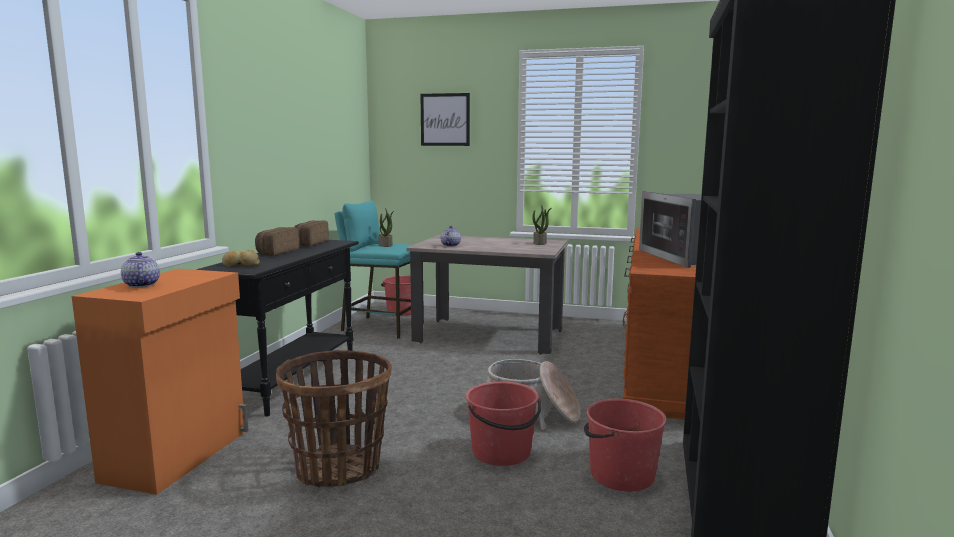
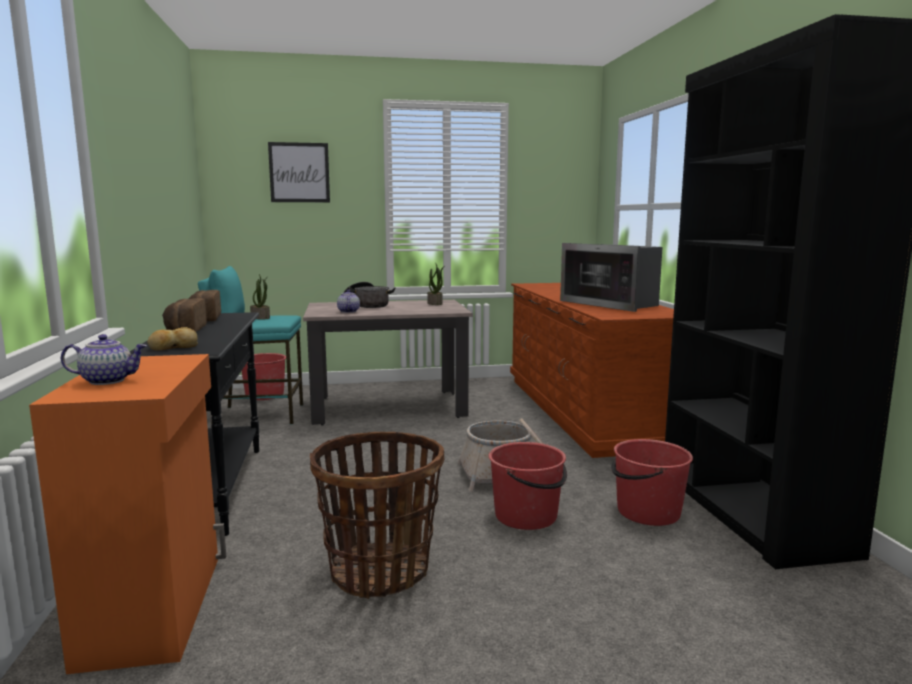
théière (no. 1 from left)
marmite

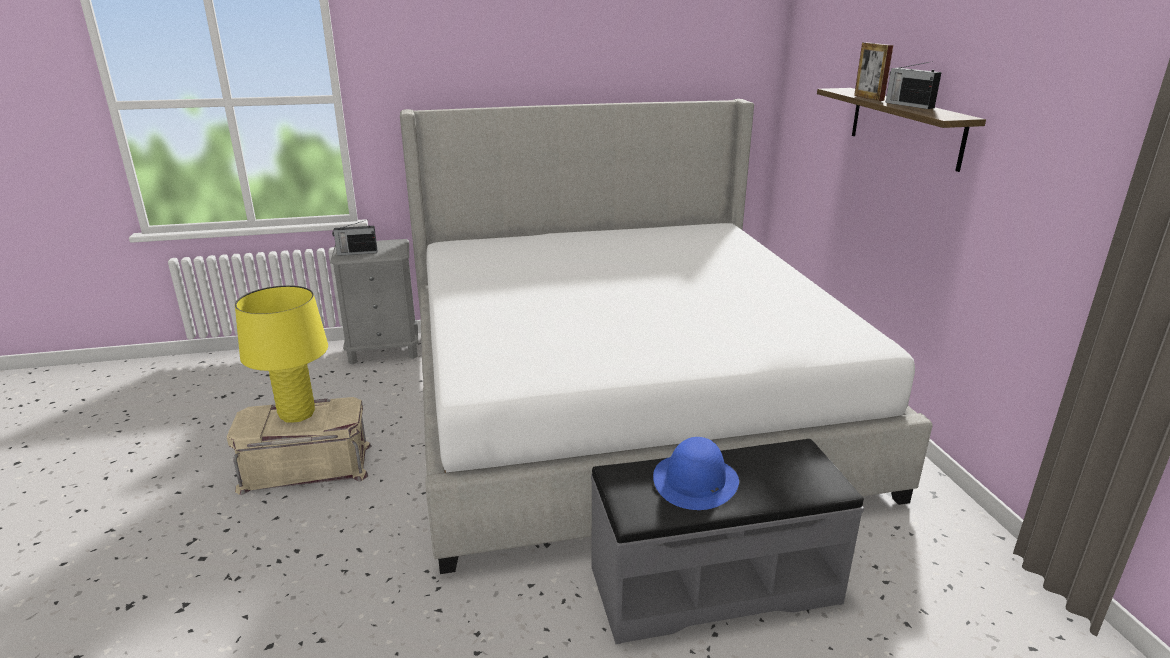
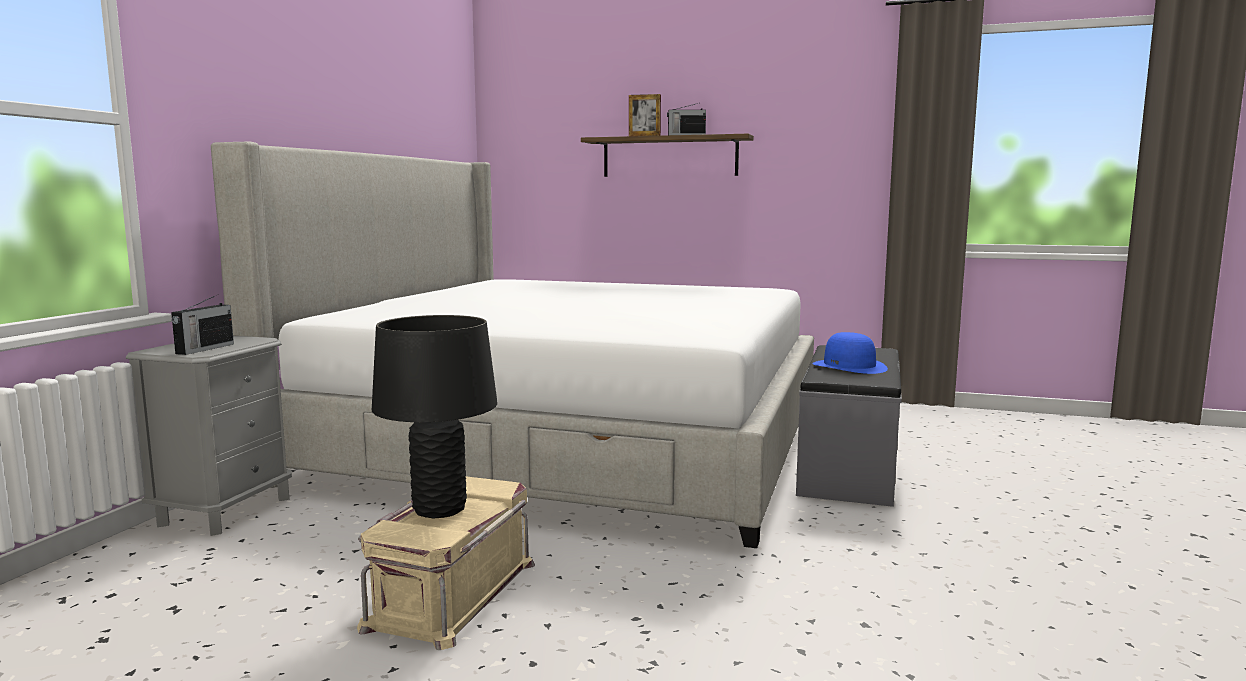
lampe de table/noir

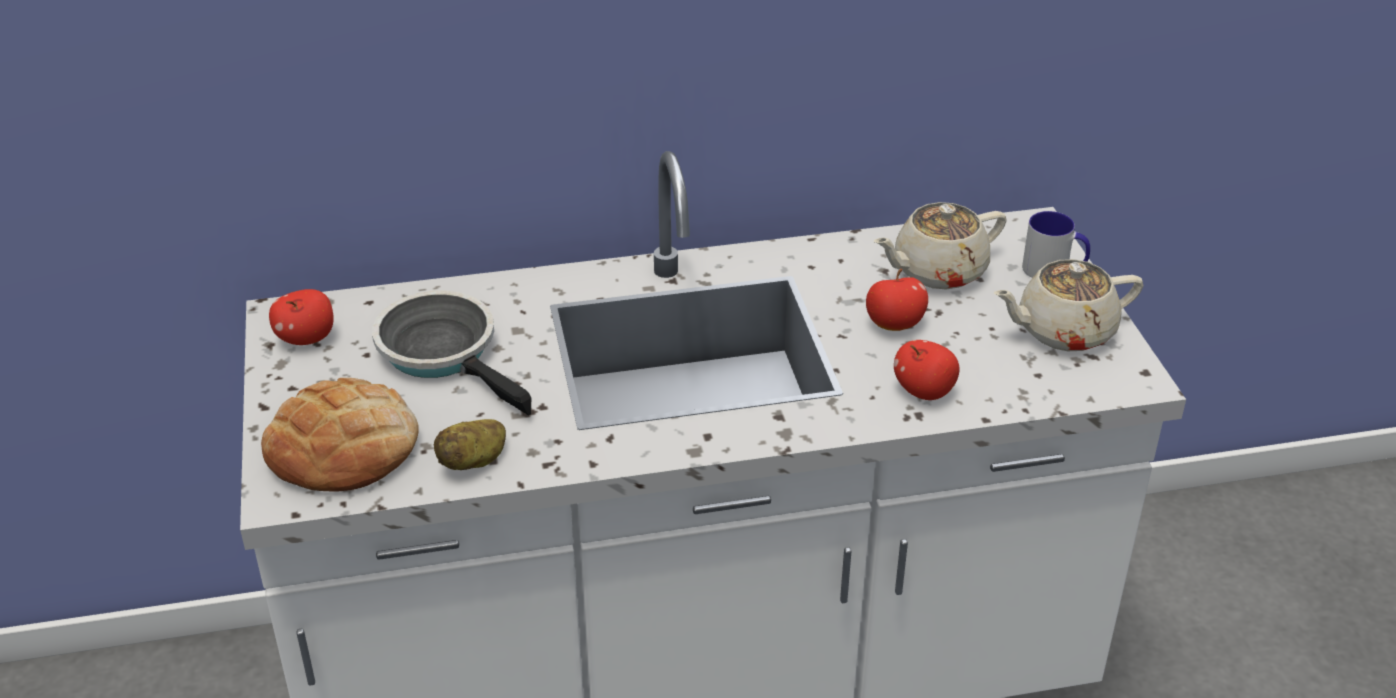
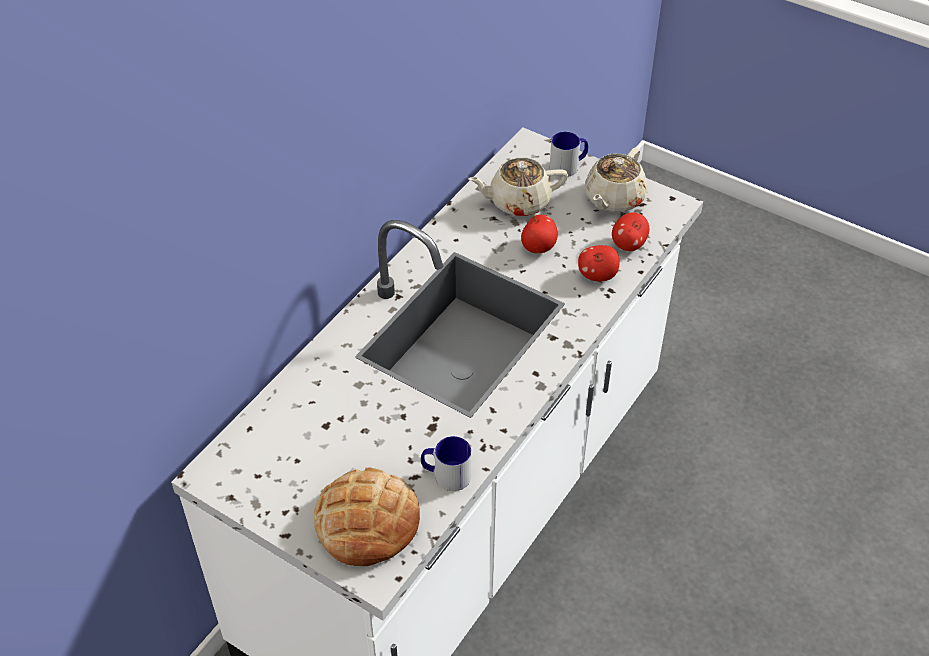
pomme (no. 3 from left)
poêle
mug (no. 1 from left)
théière/beige (no. 1 from left)

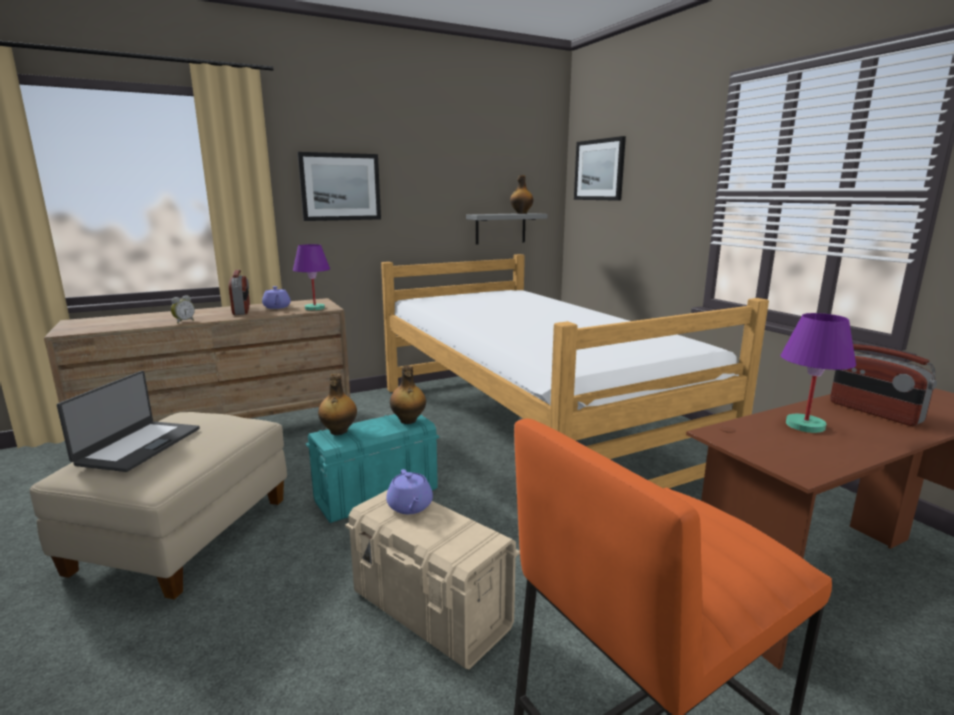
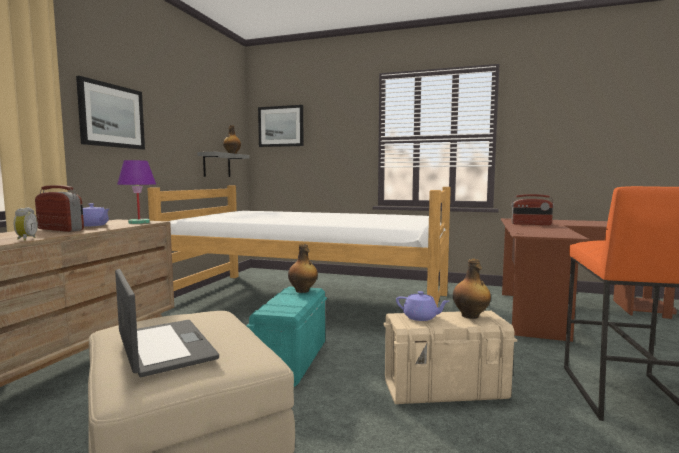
bouteille (no. 3 from left)
lampe de table/violet (no. 2 from left in the first image)

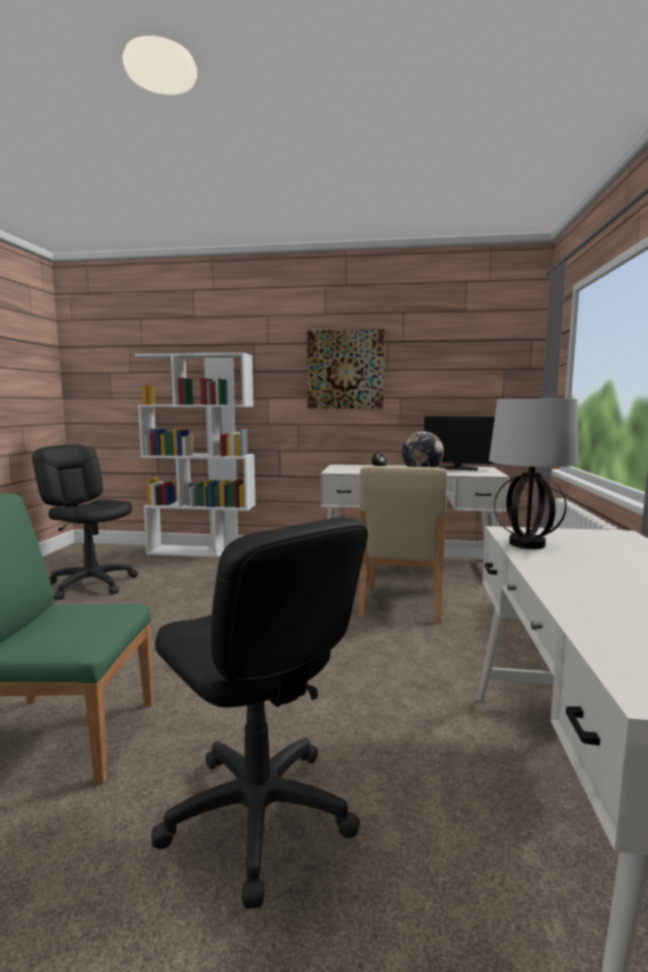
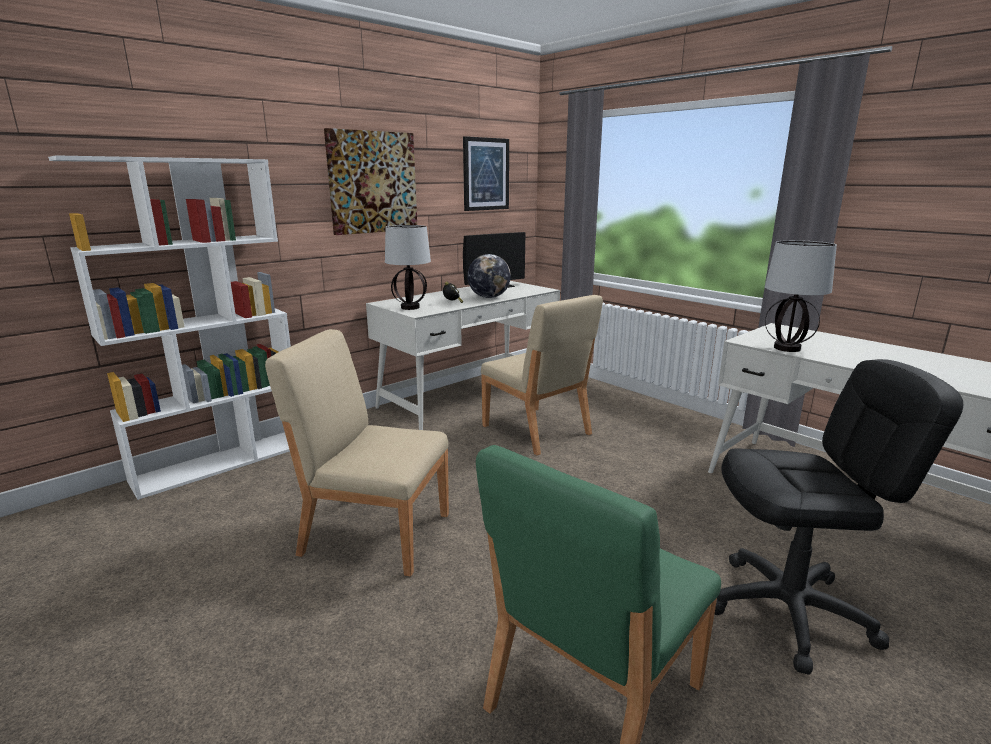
chaise de bureau/noir (no. 1 from left in the first image)
chaise/beige (no. 1 from left)
lampe de table (no. 1 from left)
tableau (no. 2 from left)

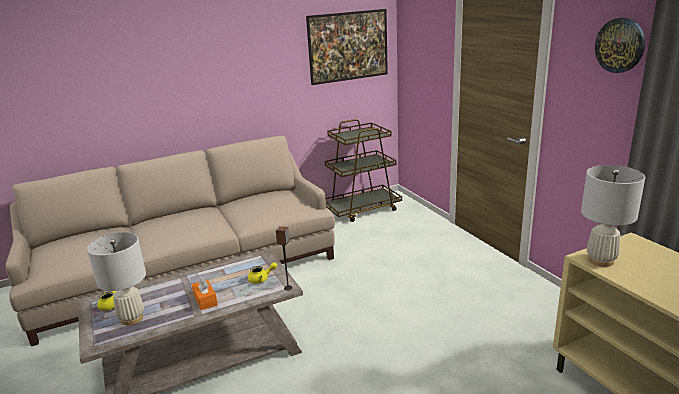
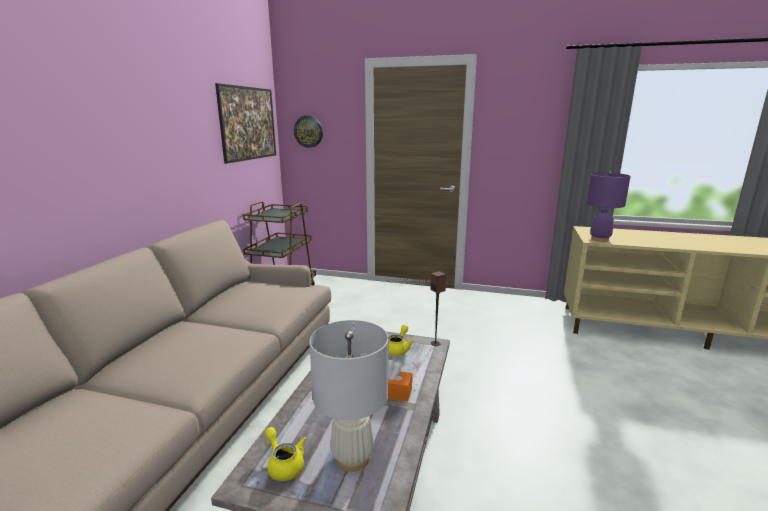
lampe de table/violet
horloge murale

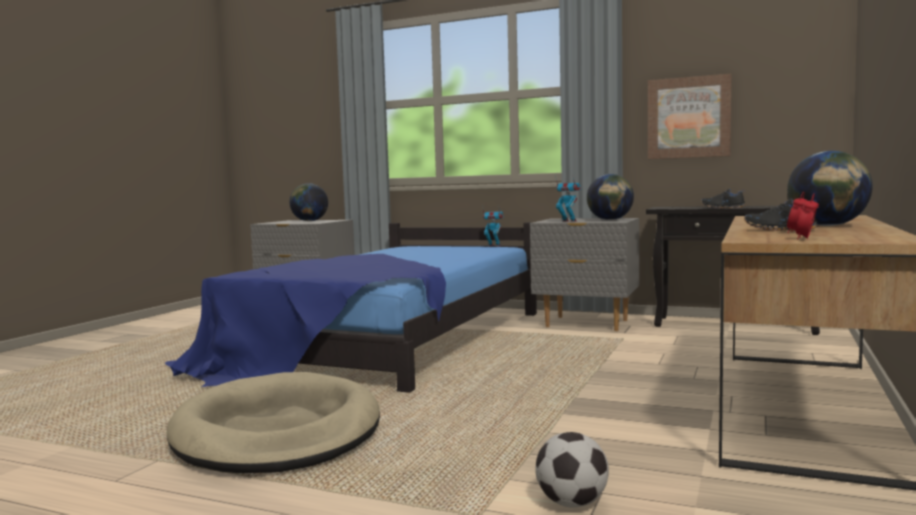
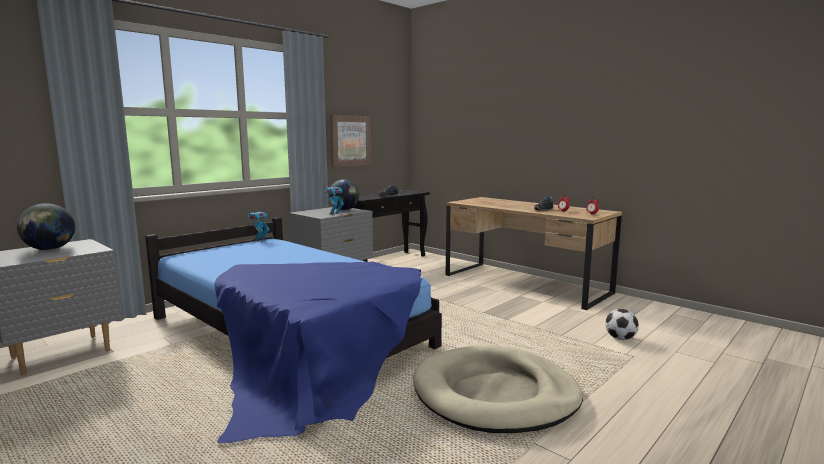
globe (no. 3 from left in the first image)

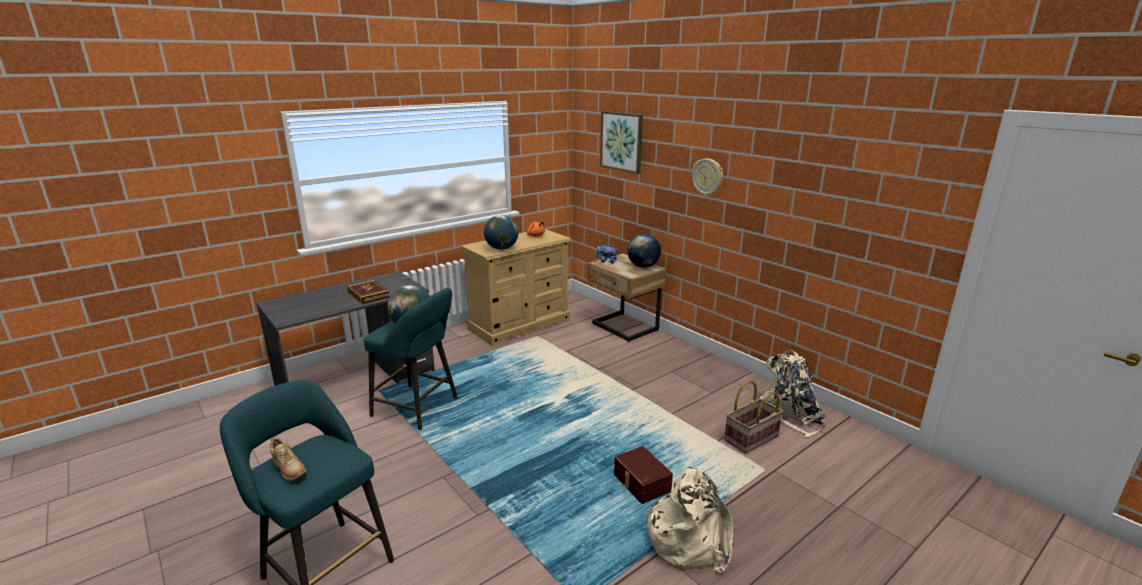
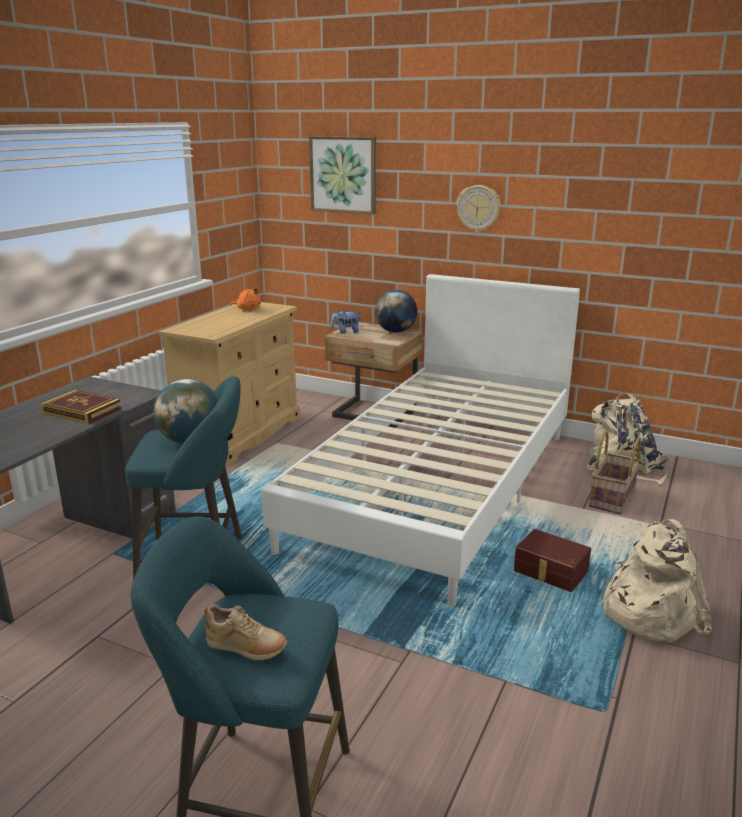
globe (no. 2 from left in the first image)
lit/blanc

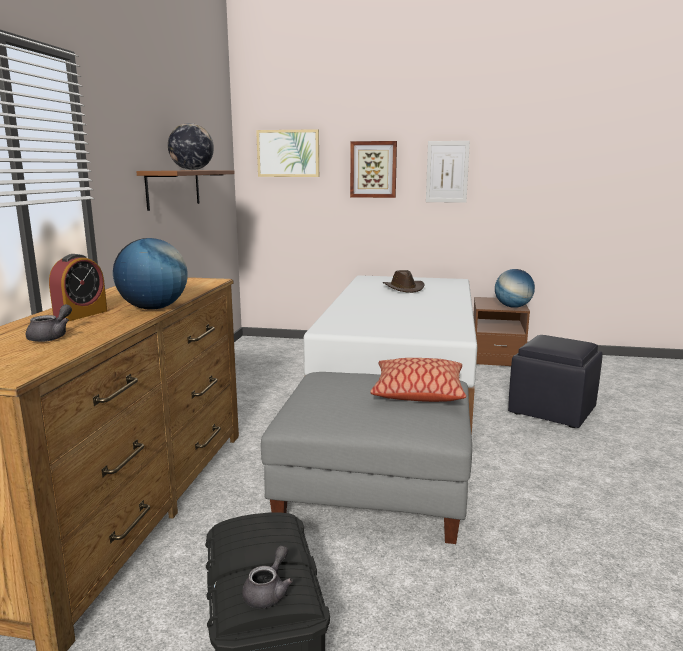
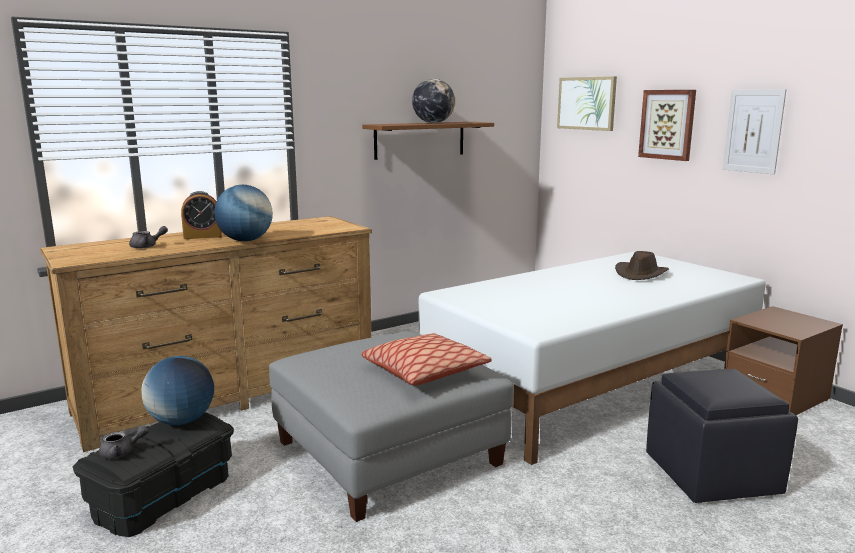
globe (no. 1 from left)

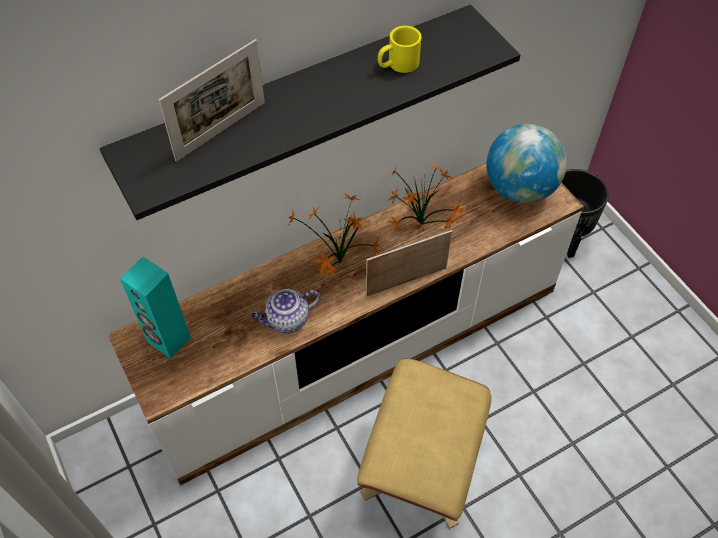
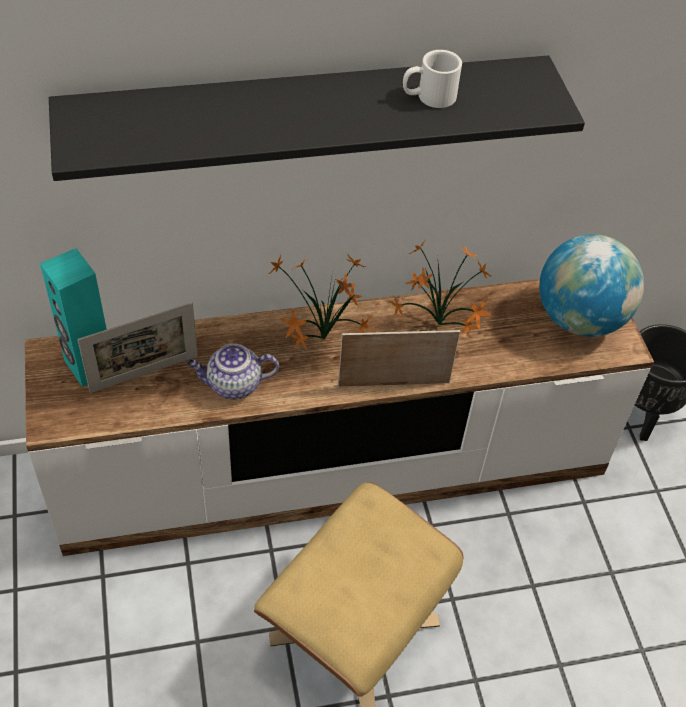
cadre photo (no. 1 from left)
mug/blanc

